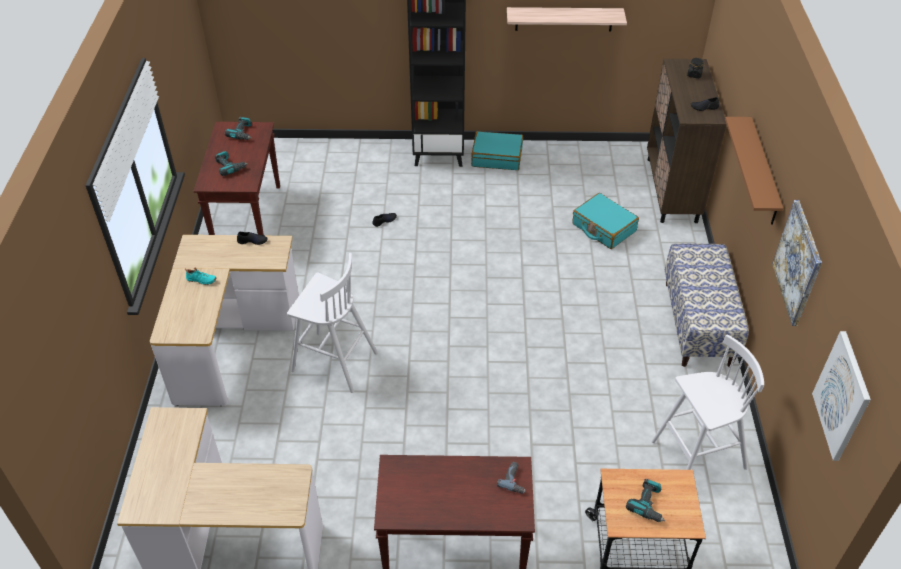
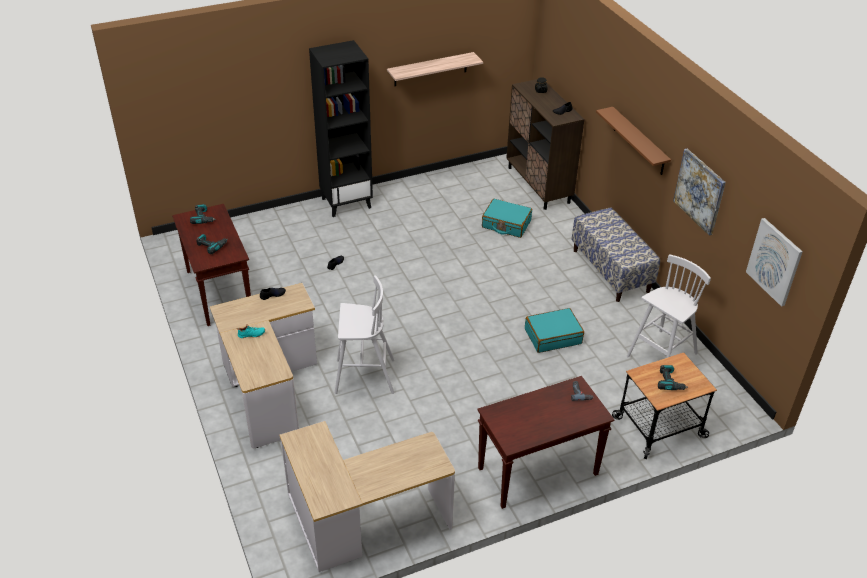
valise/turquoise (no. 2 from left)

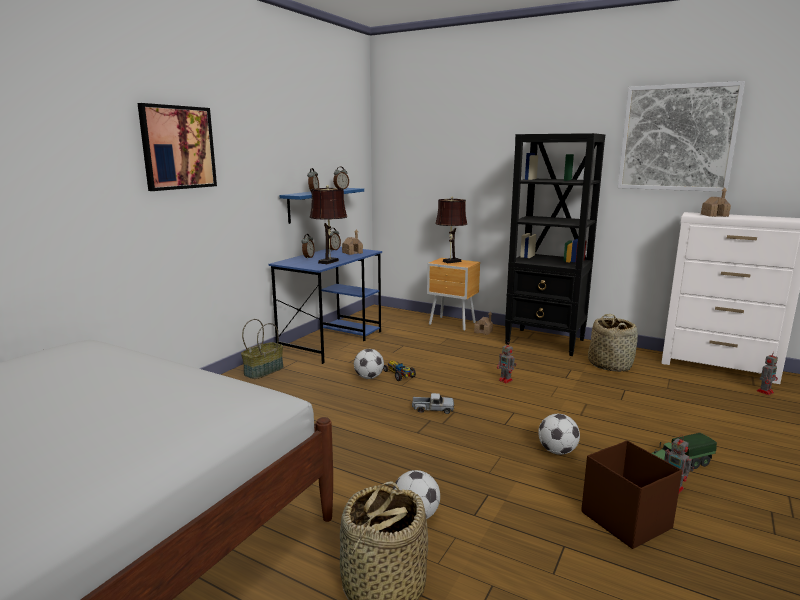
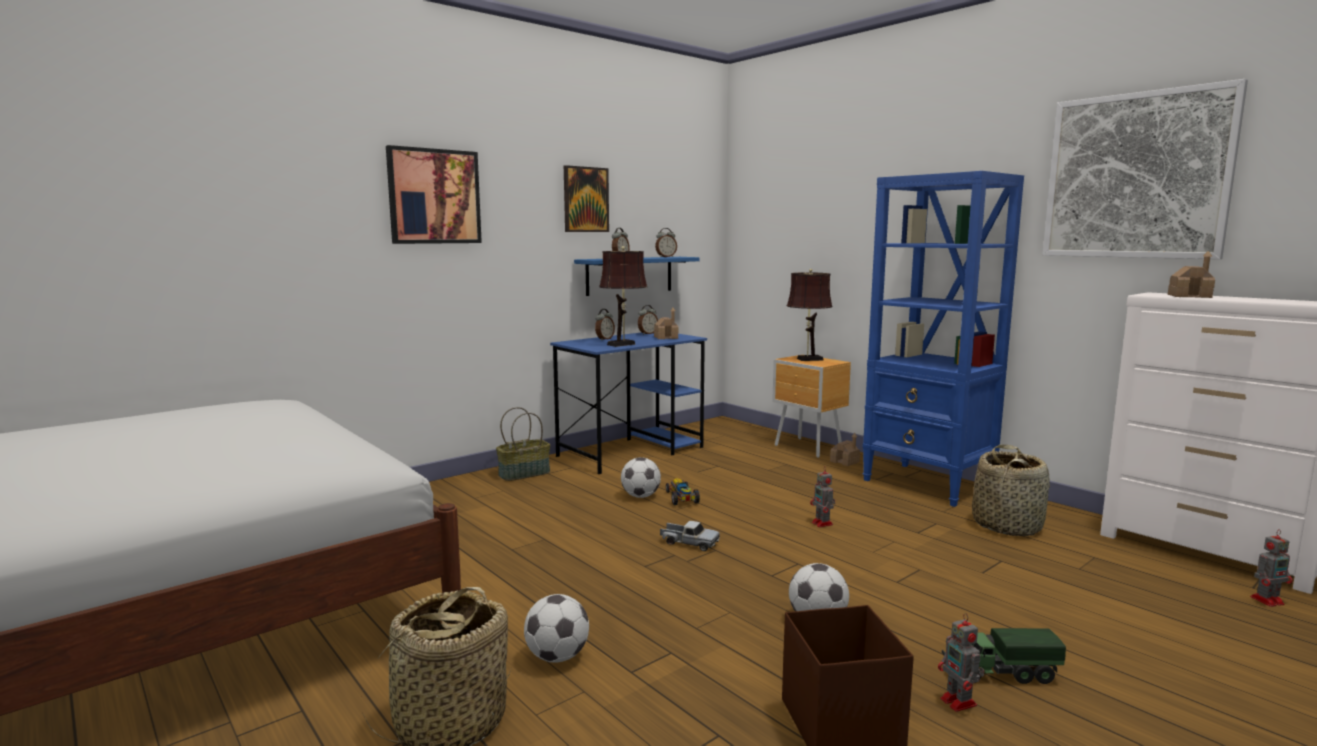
bibliothèque/bleu
tableau (no. 2 from left)

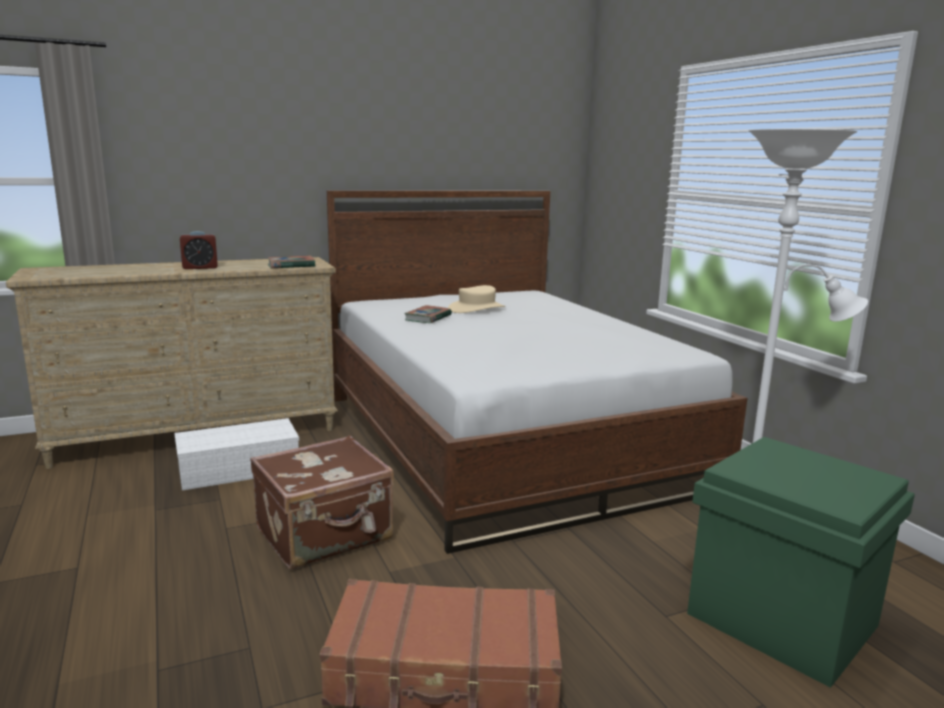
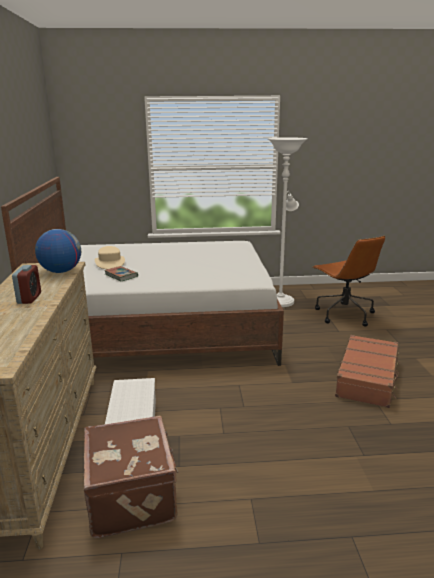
valise/marron (no. 1 from left)
globe
chaise de bureau/marron

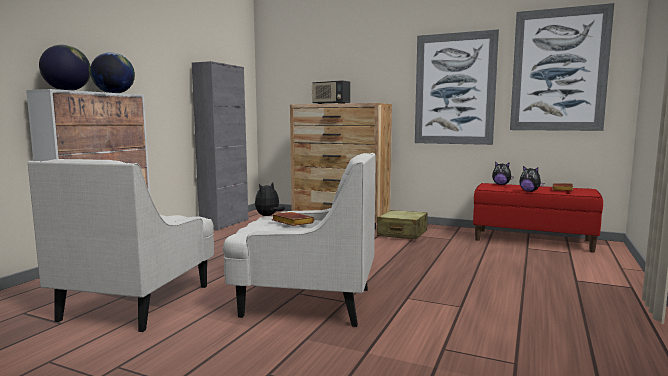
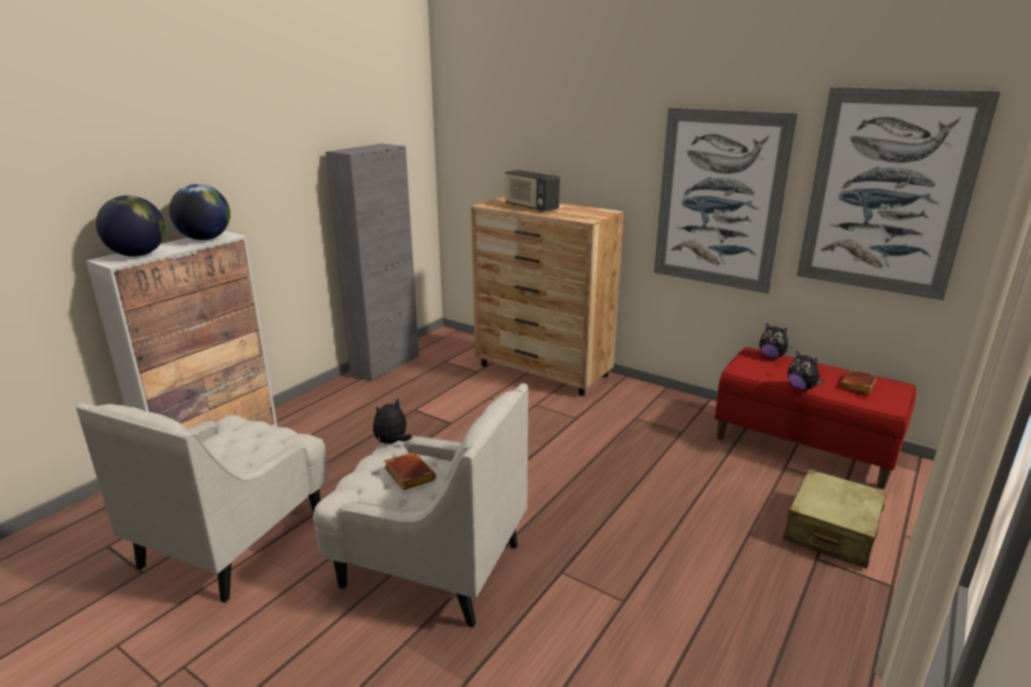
valise/beige

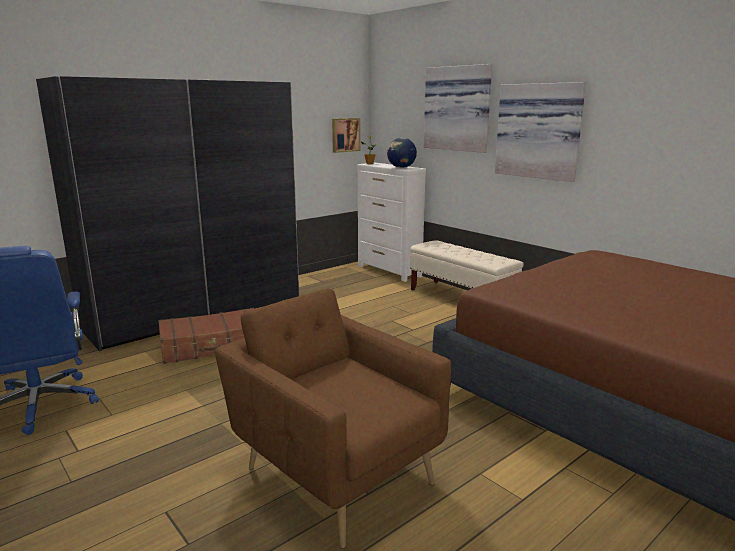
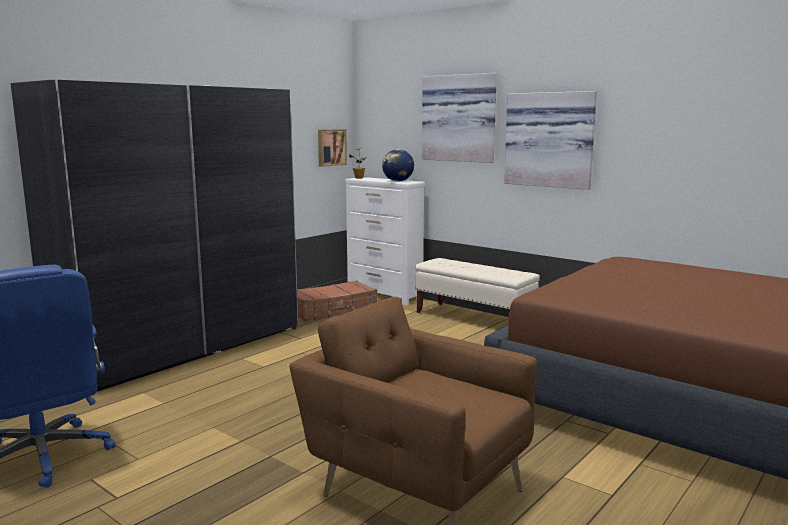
valise/marron

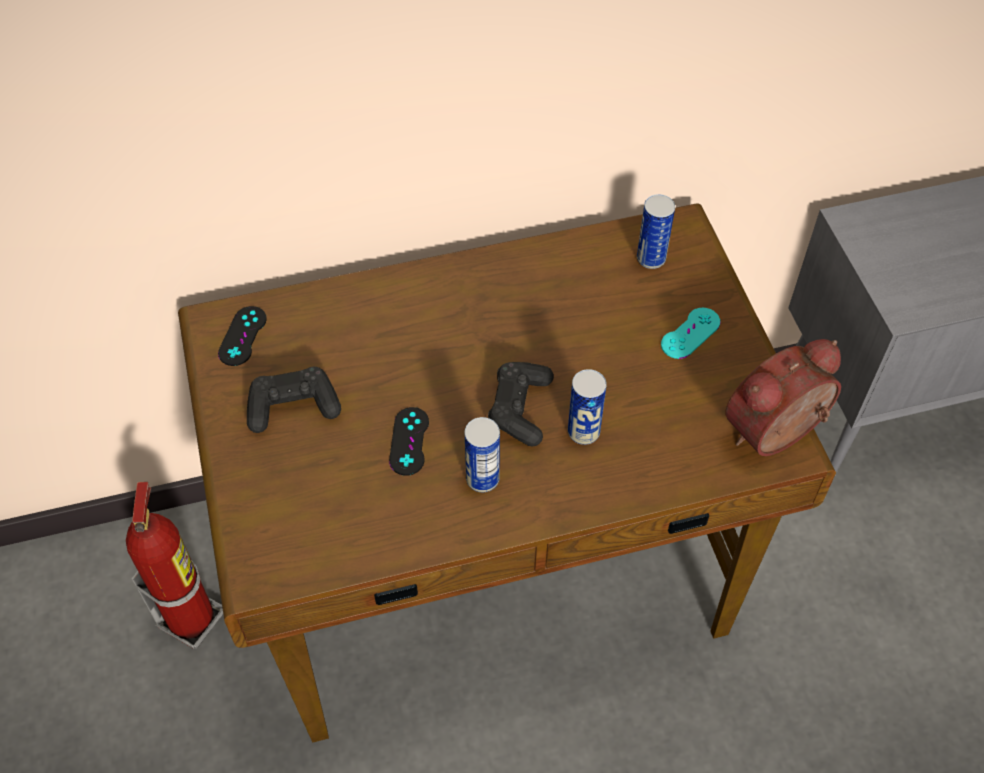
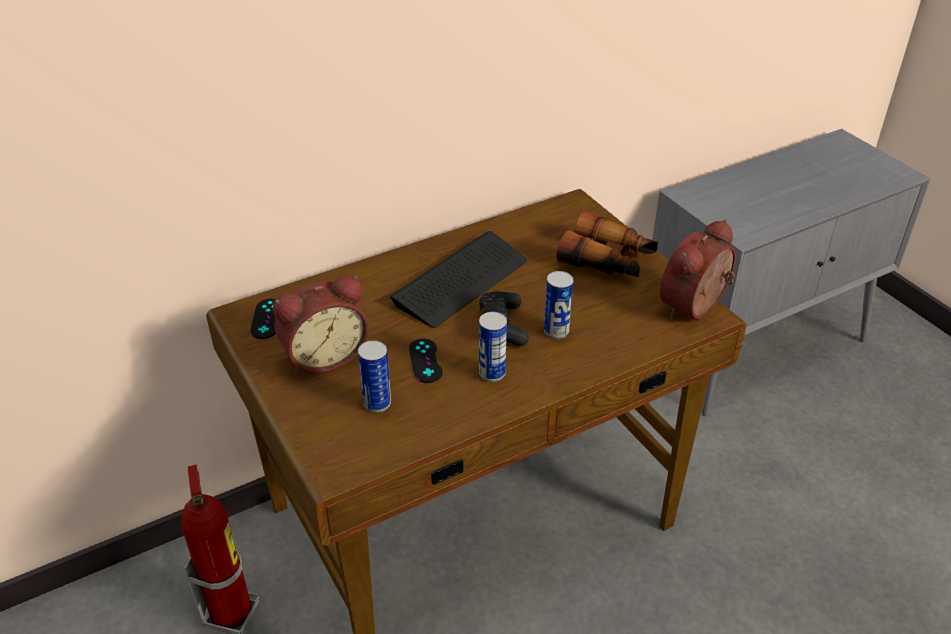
réveil (no. 1 from left)
boîte métallique (no. 1 from left)
jumelles
clavier

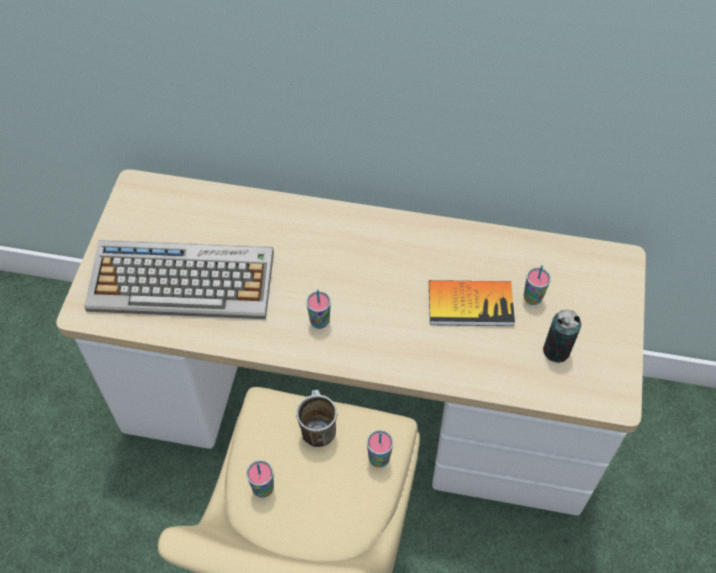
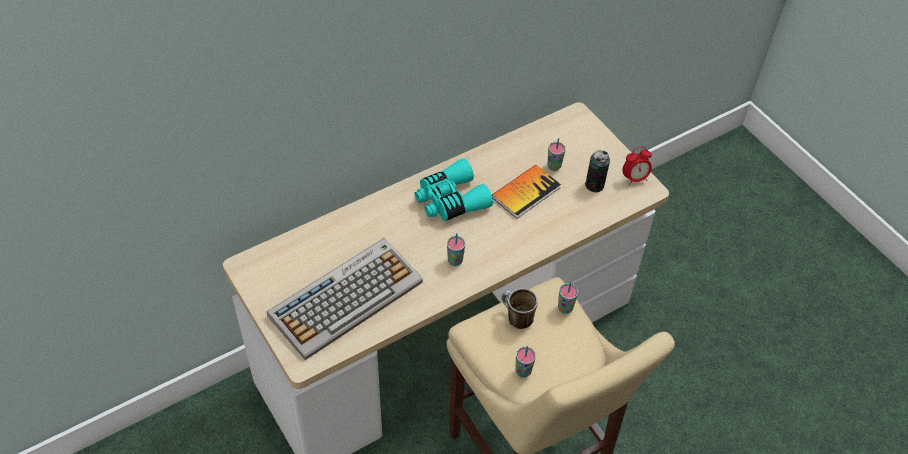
jumelles/turquoise
réveil

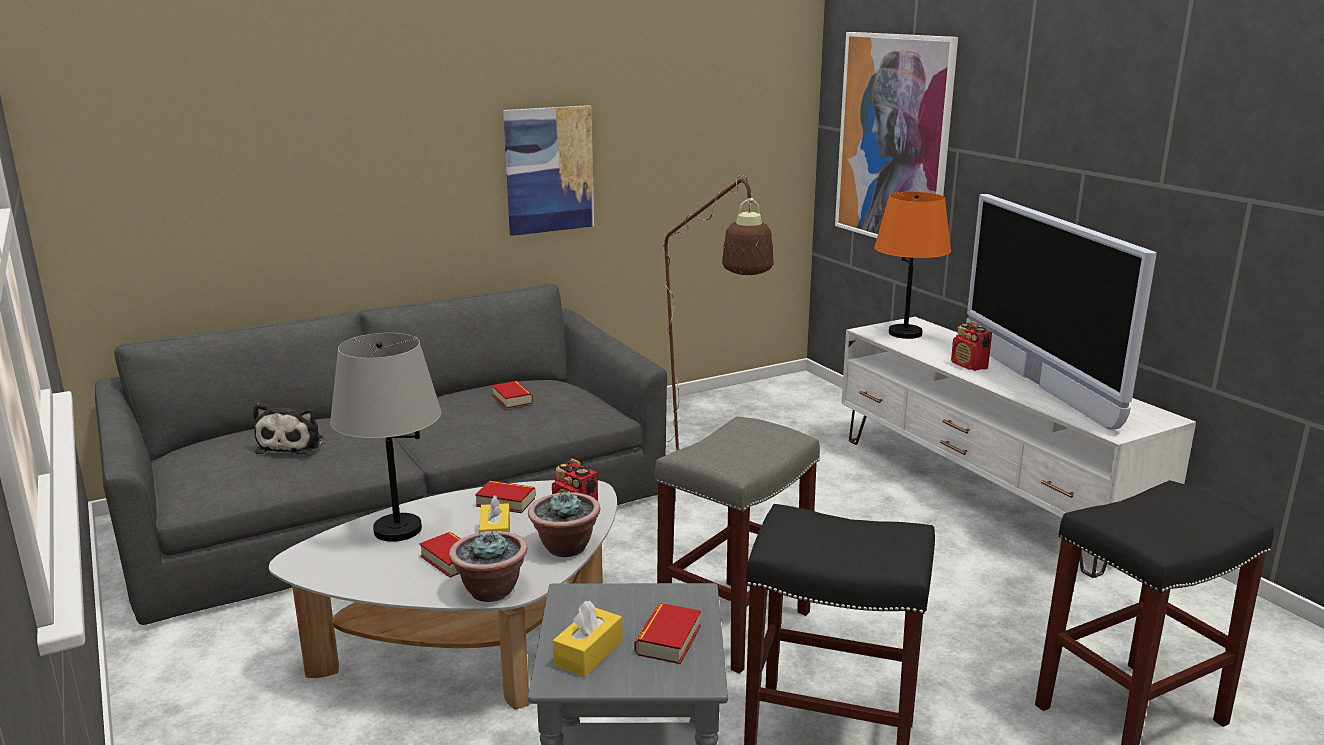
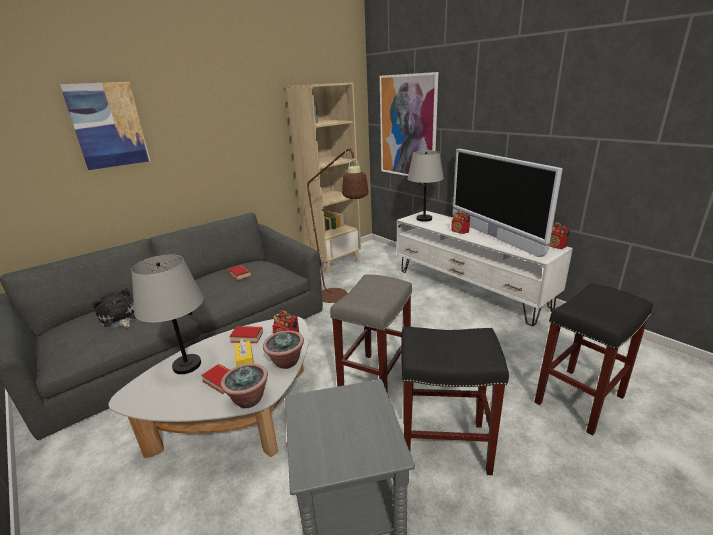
peluche
tableau (no. 1 from left)
boîte à mouchoirs/jaune (no. 2 from left in the first image)
livre (no. 4 from left in the first image)
lampe de table/gris (no. 2 from left)
bibliothèque/beige
radio (no. 3 from left)

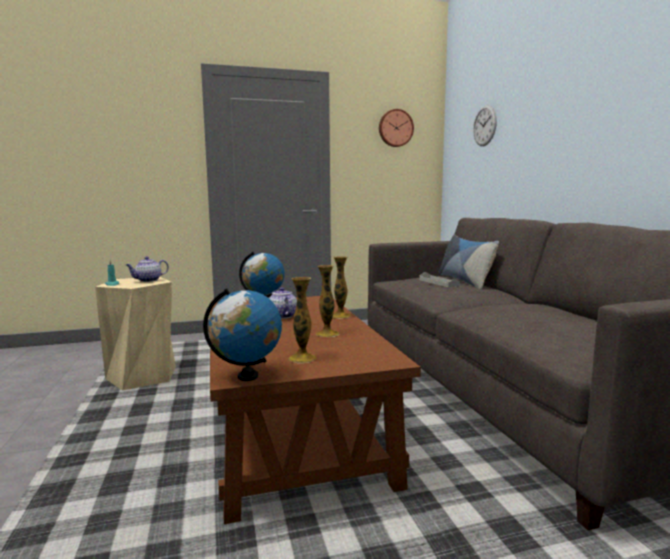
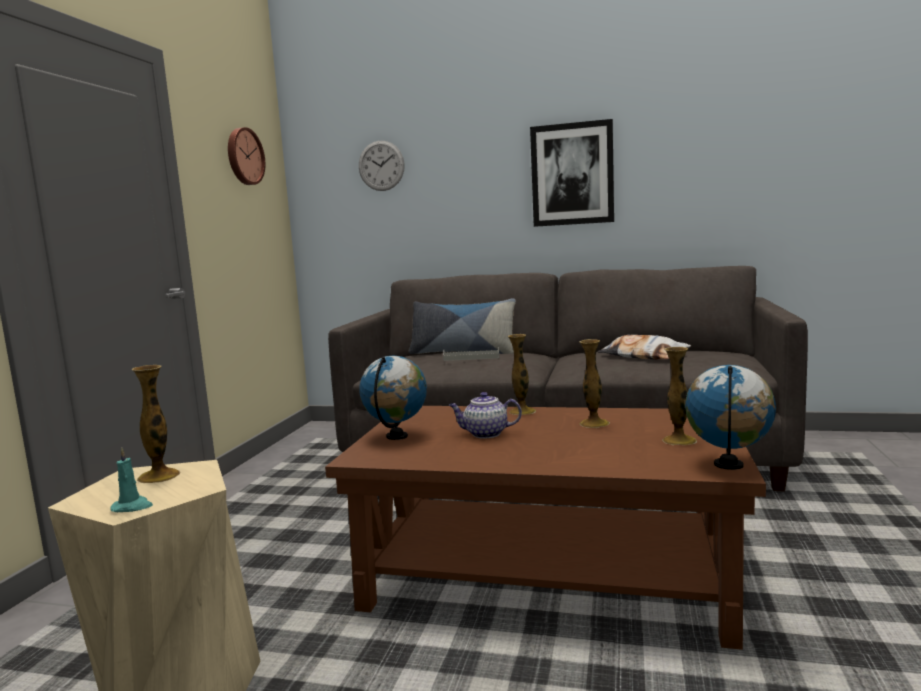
vase (no. 1 from left)
tableau
coussin (no. 2 from left)

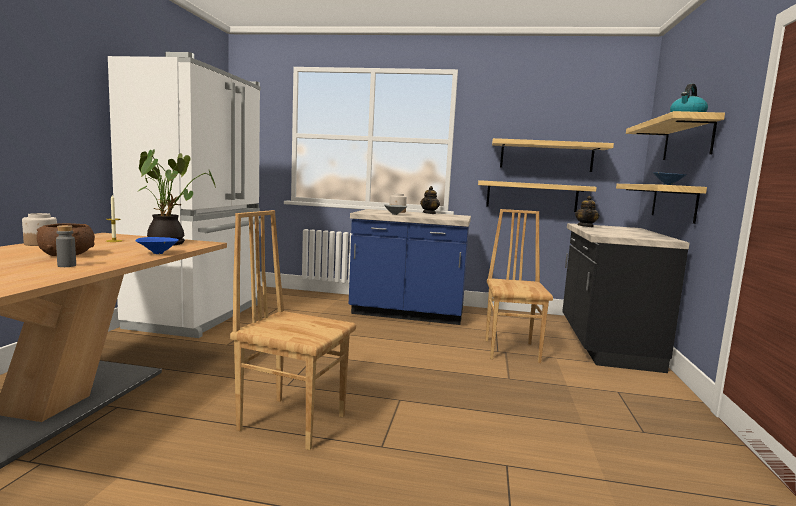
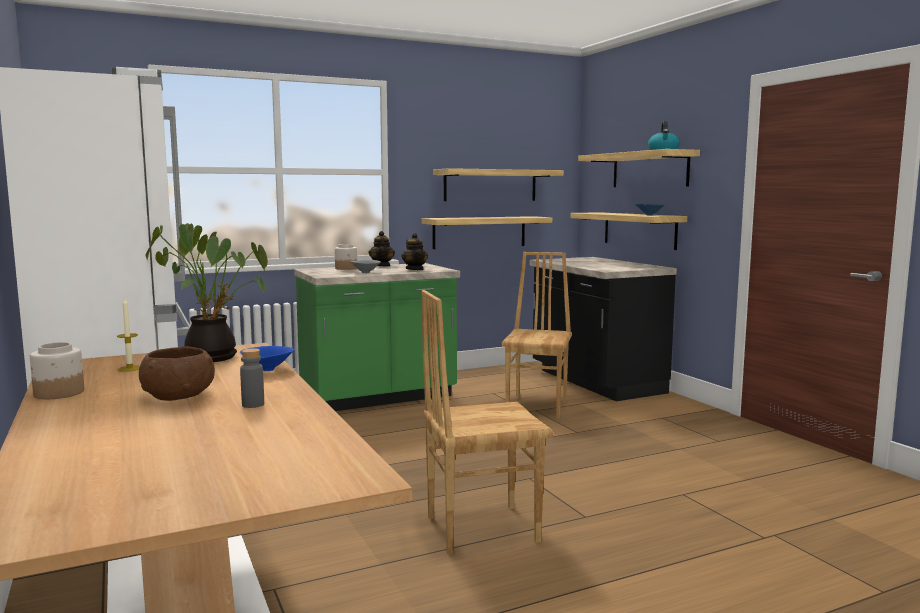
comptoir de cuisine/vert
chaise/marron (no. 2 from left)
théière (no. 2 from left)

